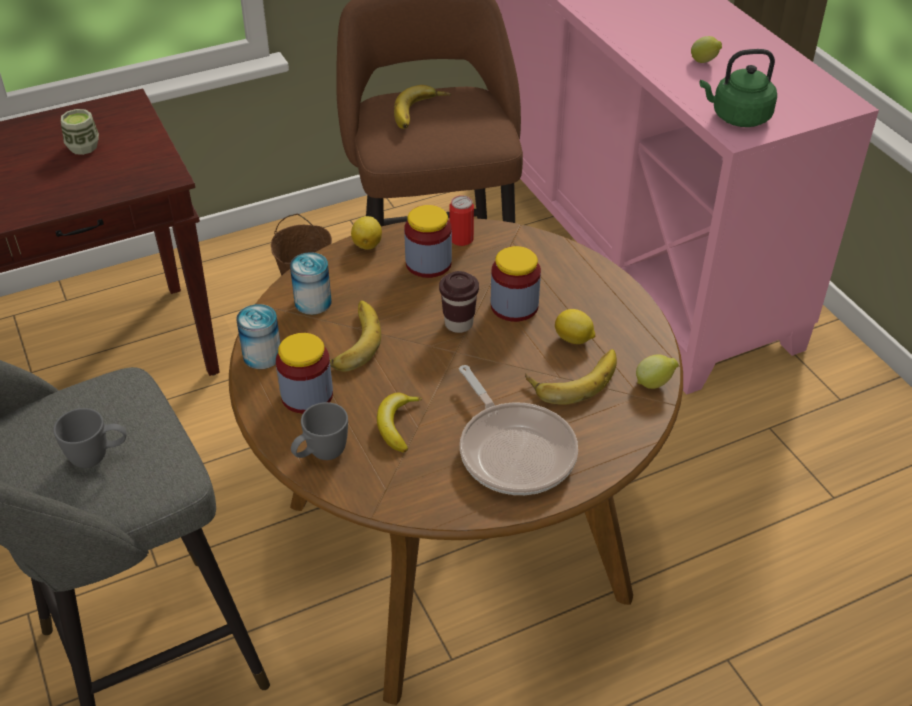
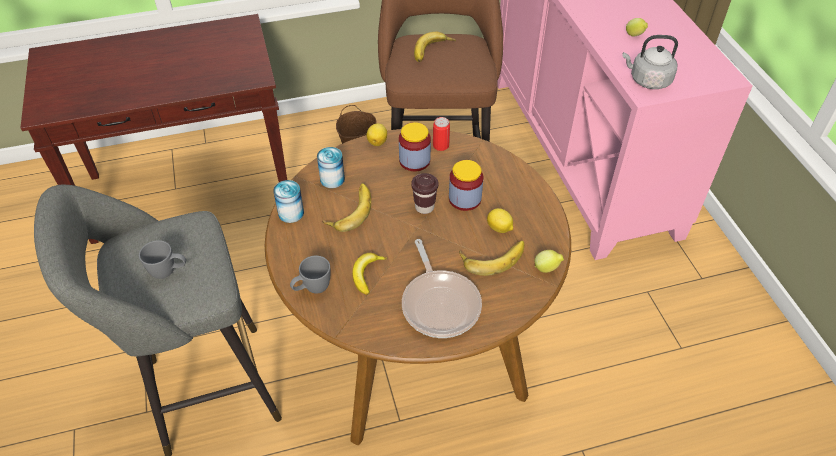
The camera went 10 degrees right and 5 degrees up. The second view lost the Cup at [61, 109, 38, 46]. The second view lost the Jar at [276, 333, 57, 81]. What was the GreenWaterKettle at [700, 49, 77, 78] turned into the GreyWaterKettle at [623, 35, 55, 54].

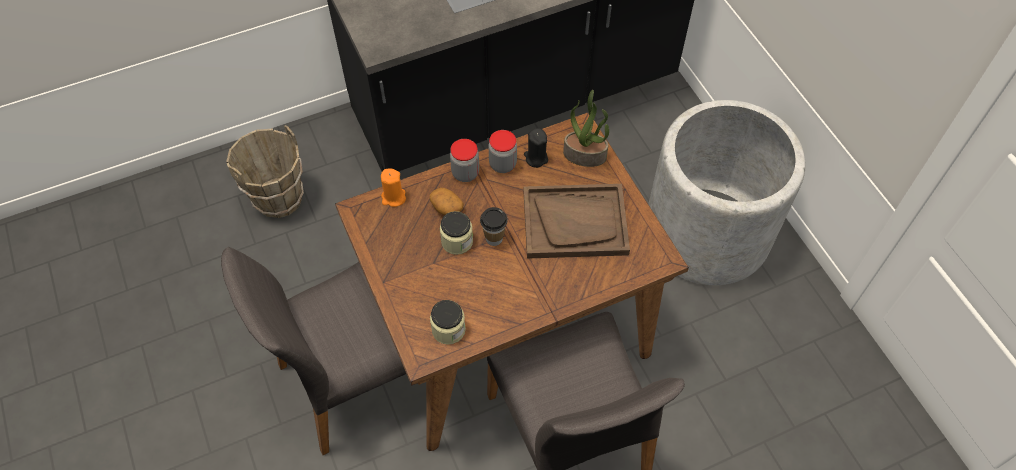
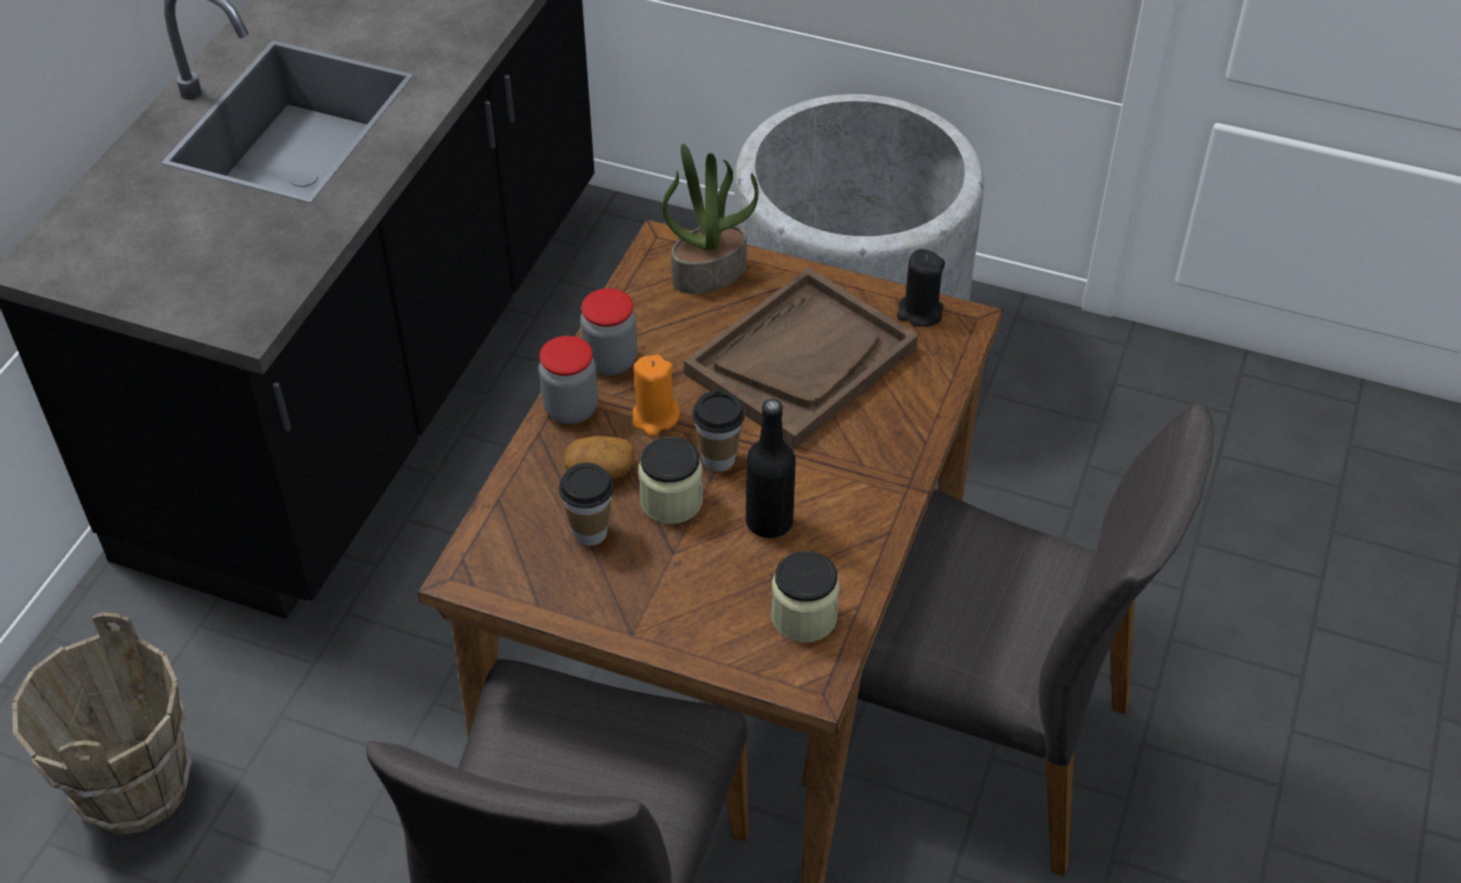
The camera went 45 degrees left and 10 degrees down. The second view gained the Cup at [559, 463, 55, 83]. The second view gained the BlackColouredBottle at [746, 399, 50, 139]. The OrangeCandle ended up elsewhere, having gone from [381, 168, 25, 39] to [632, 354, 48, 82]. The BlackColouredCandle ended up elsewhere, having gone from [524, 128, 24, 40] to [897, 249, 48, 78].

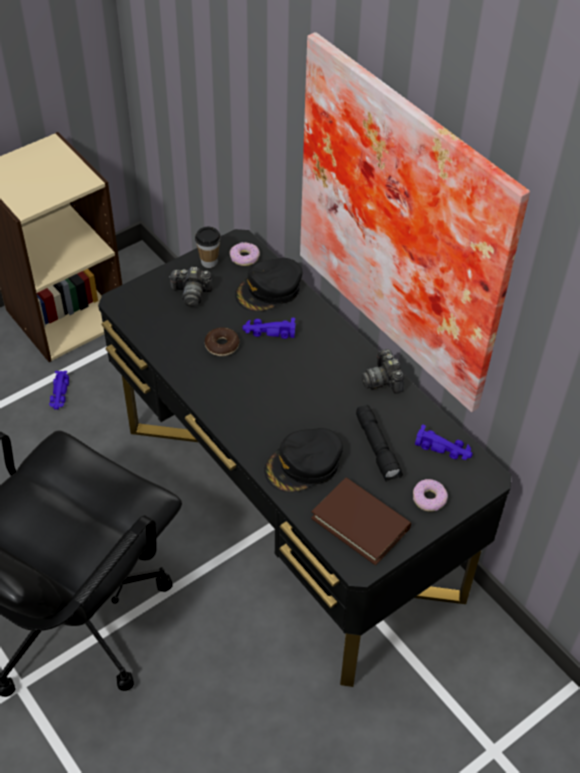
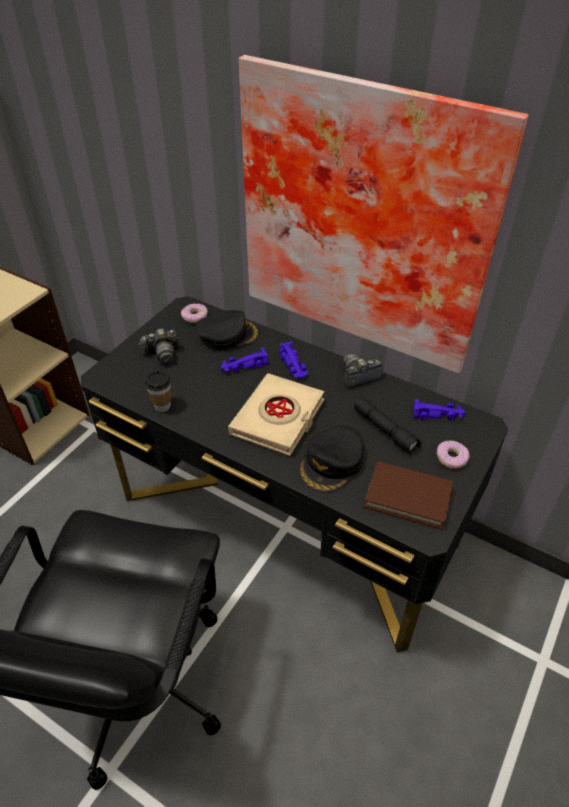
The camera went 20 degrees left and 5 degrees down. The second view lost the RingDoughnut at [205, 327, 34, 29]. The second view gained the SandColouredBook at [228, 373, 96, 83]. The PurpleColouredModelCar ended up elsewhere, having gone from [49, 371, 20, 39] to [279, 341, 29, 38]. The Cup ended up elsewhere, having gone from [195, 227, 26, 41] to [144, 370, 27, 42]. The BlackColouredCap at [235, 258, 68, 54] ended up facing another way, 135 degrees counterclockwise from before. The PhotoCamera at [362, 349, 42, 45] ended up facing another way, 105 degrees clockwise from before.

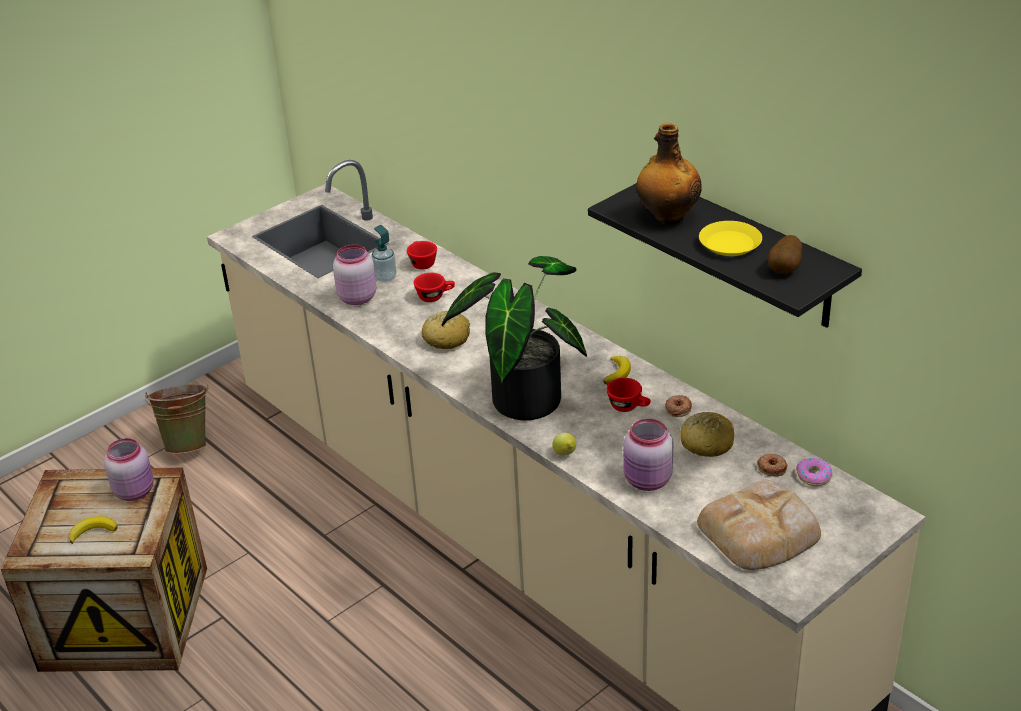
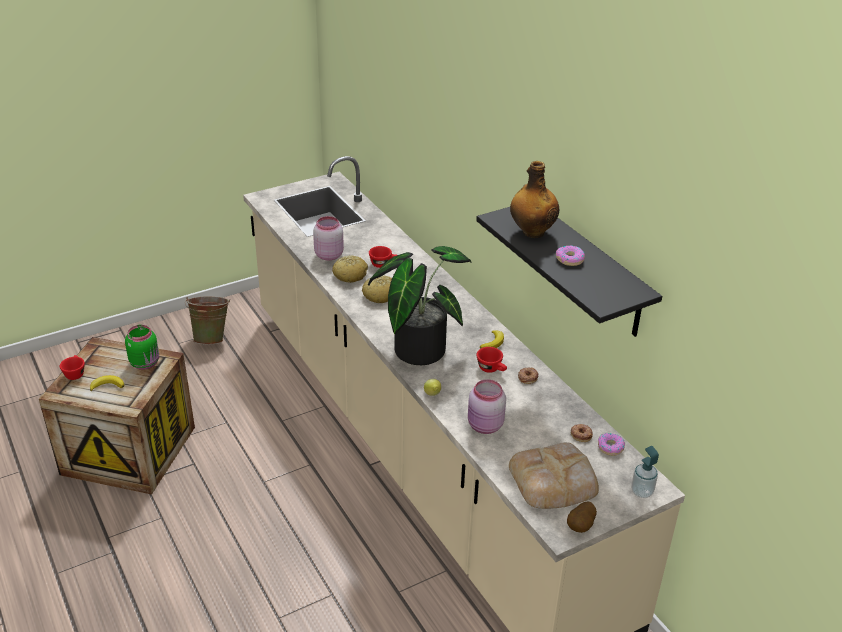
The camera went 10 degrees right and 0 degrees up. The SoapBottle ended up elsewhere, having gone from [371, 225, 26, 57] to [631, 446, 28, 52]. The ReddishCup ended up elsewhere, having gone from [407, 241, 30, 28] to [60, 355, 25, 25]. The Bread ended up elsewhere, having gone from [680, 412, 55, 45] to [332, 256, 36, 27]. The Spud ended up elsewhere, having gone from [768, 235, 34, 39] to [567, 501, 30, 32]. Where the YellowDinnerPlate stood at [699, 221, 63, 35], the RingDoughnut came to stand at [556, 245, 29, 21]. What was the PinkishJar at [104, 438, 50, 63] turned into the GreenJar at [125, 325, 34, 45].

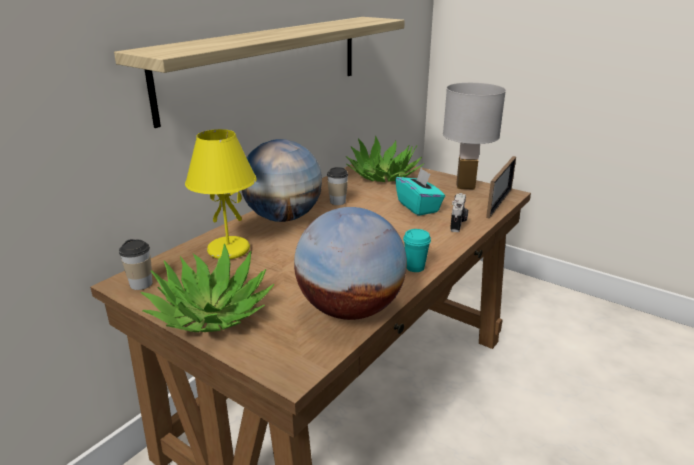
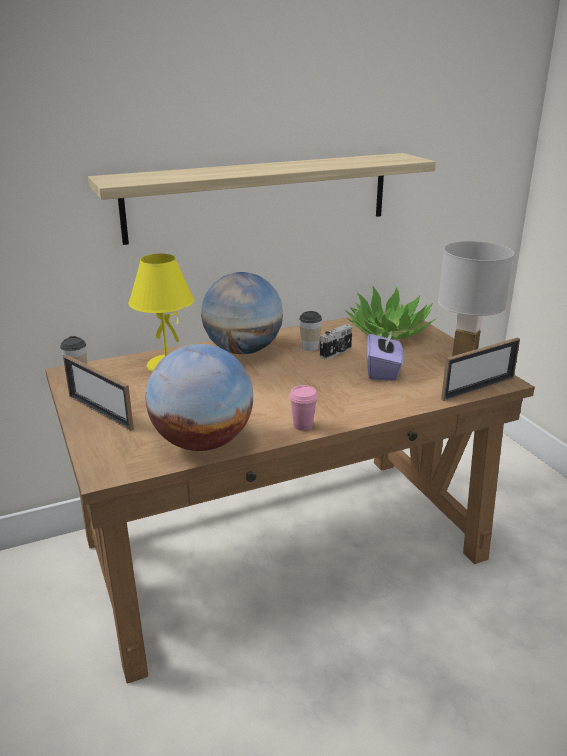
The camera went 30 degrees right and 0 degrees up. The PhotoCamera ended up elsewhere, having gone from [450, 193, 18, 39] to [320, 324, 32, 35]. Where the Houseplant stood at [140, 244, 135, 88], the PictureFrame came to stand at [63, 355, 71, 76]. What was the TurquoiseColouredTissueBox at [395, 168, 50, 48] turned into the PurpleColouredTissueBox at [367, 330, 36, 51]. What was the TurquoiseColouredCup at [403, 229, 28, 43] turned into the PinkishCup at [289, 385, 29, 46].

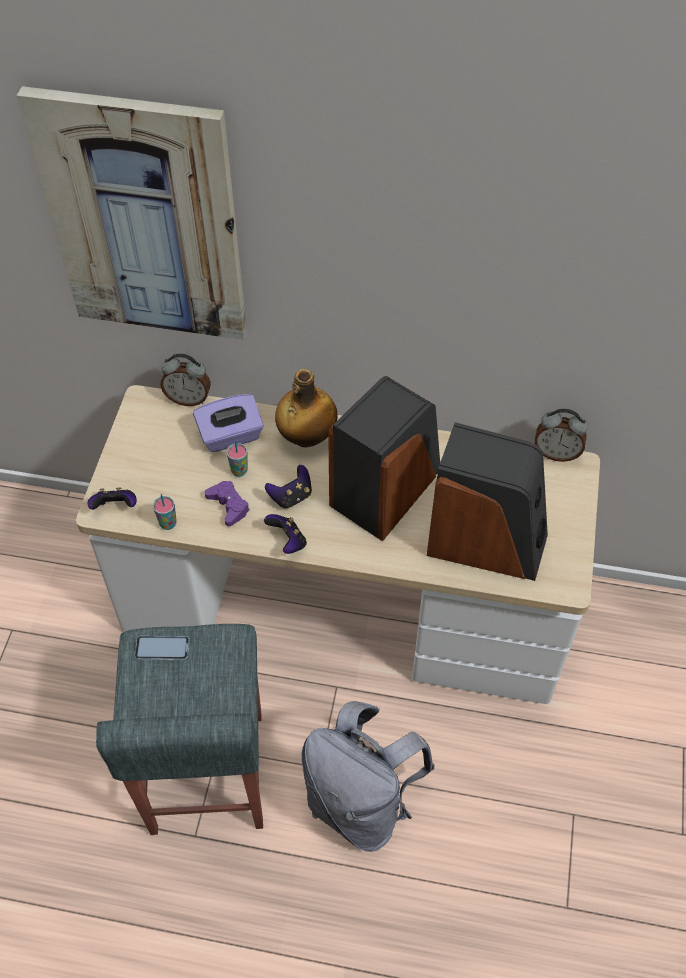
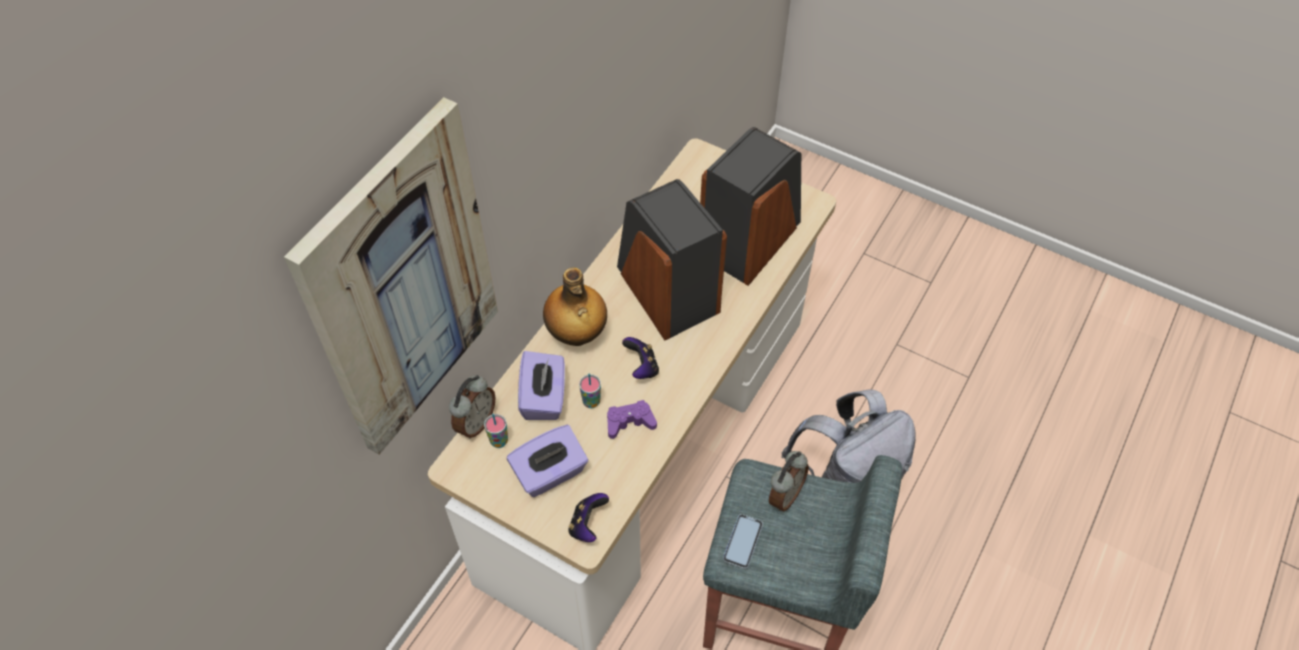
The camera went 70 degrees left and 0 degrees up. The second view lost the Joypad at [264, 514, 43, 40]. The second view gained the PurpleColouredTissueBox at [507, 425, 81, 72]. The Cup ended up elsewhere, having gone from [153, 494, 24, 36] to [484, 414, 24, 34]. The TableClock ended up elsewhere, having gone from [535, 409, 53, 53] to [769, 451, 40, 61].

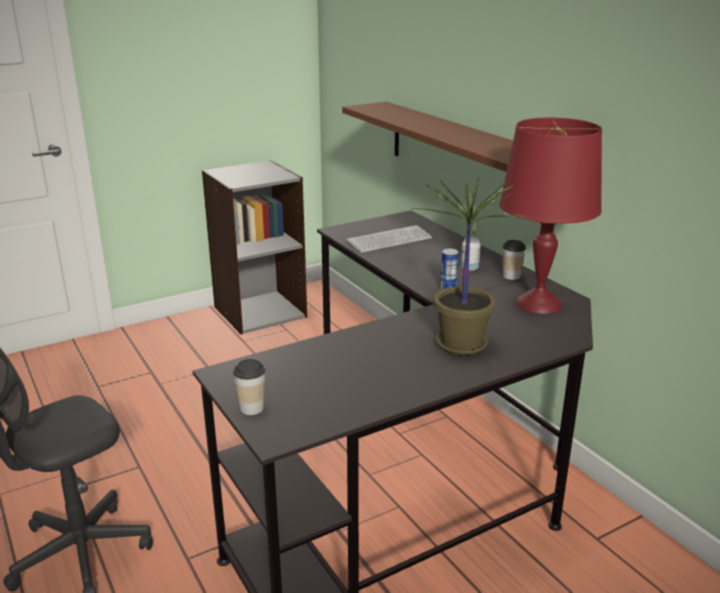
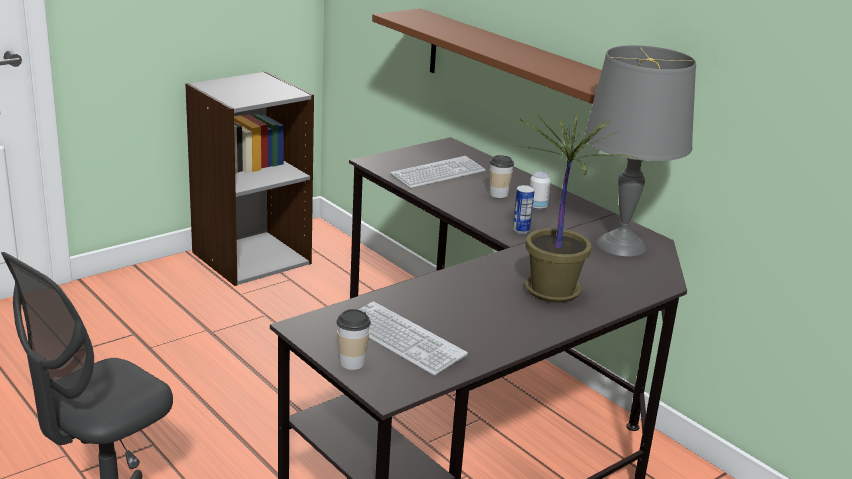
The camera went 10 degrees left and 0 degrees up. The second view gained the Keyboard at [359, 302, 109, 74]. The Cup ended up elsewhere, having gone from [503, 240, 23, 40] to [490, 155, 24, 43]. What was the ReddishLampForATable at [499, 118, 103, 196] turned into the GreyLampForATable at [584, 45, 112, 212].

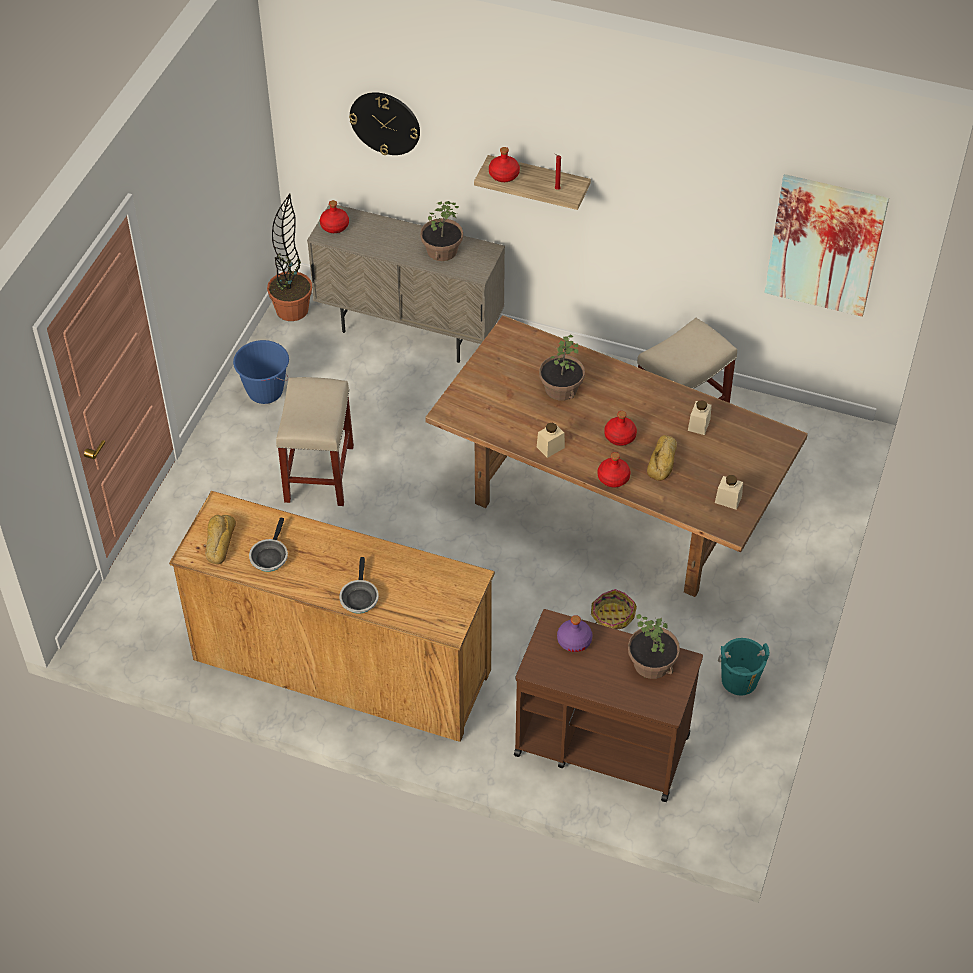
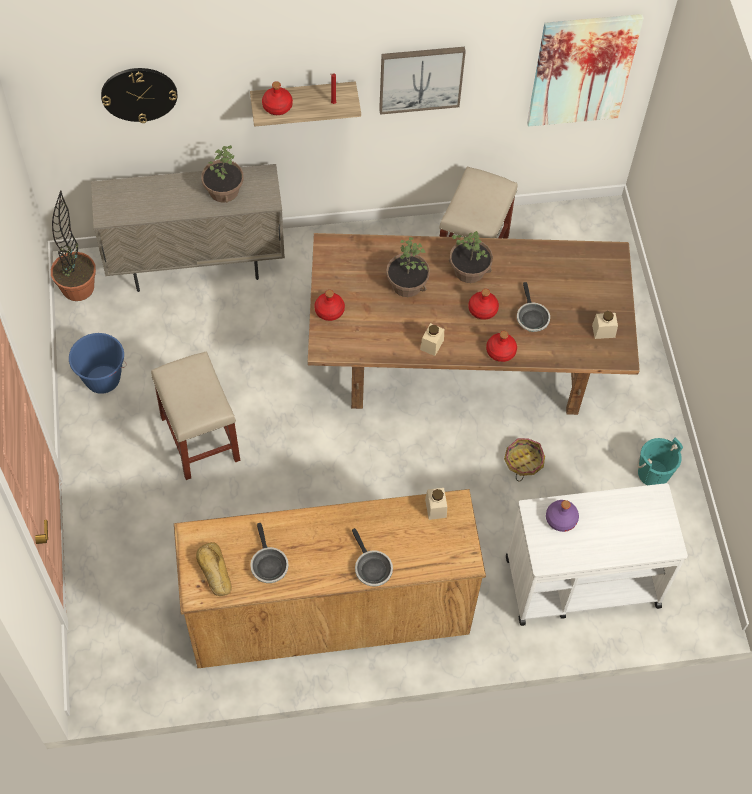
The camera went 30 degrees left and 10 degrees up. The second view gained the WallPicture at [379, 47, 87, 68]. The ReddishBottle ended up elsewhere, having gone from [320, 200, 29, 33] to [314, 290, 31, 31]. The Houseplant ended up elsewhere, having gone from [628, 614, 52, 65] to [449, 231, 44, 52]. The SandColouredJar ended up elsewhere, having gone from [688, 400, 24, 35] to [425, 488, 22, 32]. Where the Bread stood at [647, 435, 30, 46], the Pan came to stand at [517, 282, 33, 50]. What was the BrownishWheeledCart at [514, 609, 189, 193] turned into the WhiteWheeledCart at [506, 483, 182, 143].

